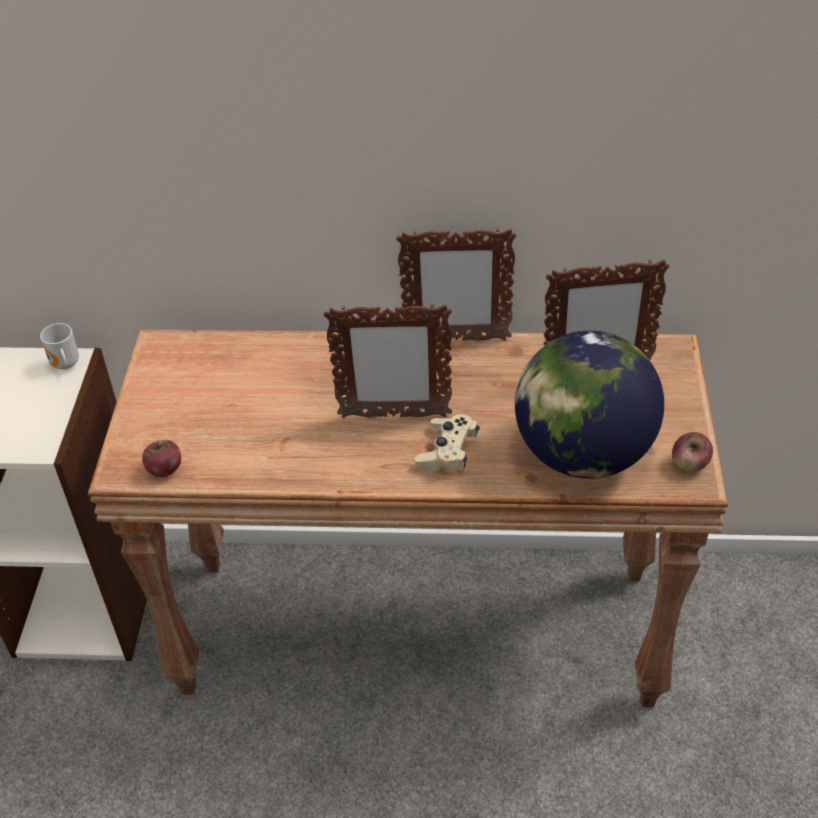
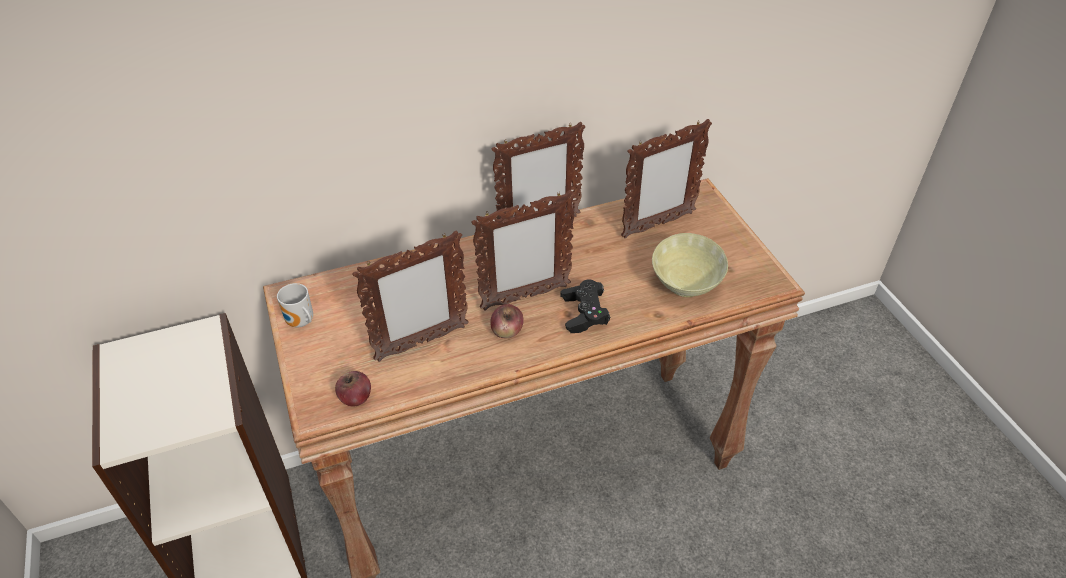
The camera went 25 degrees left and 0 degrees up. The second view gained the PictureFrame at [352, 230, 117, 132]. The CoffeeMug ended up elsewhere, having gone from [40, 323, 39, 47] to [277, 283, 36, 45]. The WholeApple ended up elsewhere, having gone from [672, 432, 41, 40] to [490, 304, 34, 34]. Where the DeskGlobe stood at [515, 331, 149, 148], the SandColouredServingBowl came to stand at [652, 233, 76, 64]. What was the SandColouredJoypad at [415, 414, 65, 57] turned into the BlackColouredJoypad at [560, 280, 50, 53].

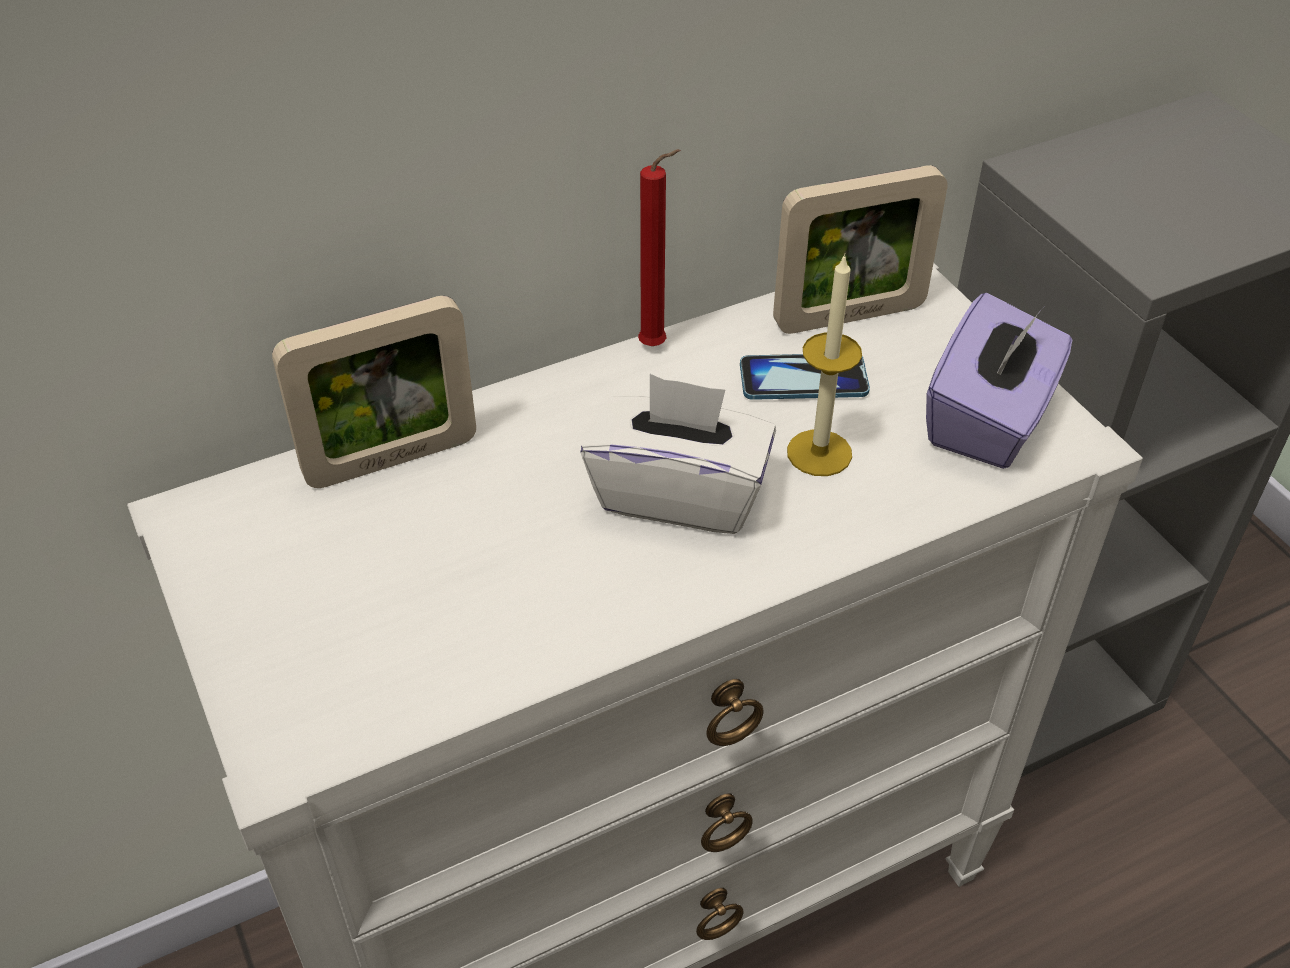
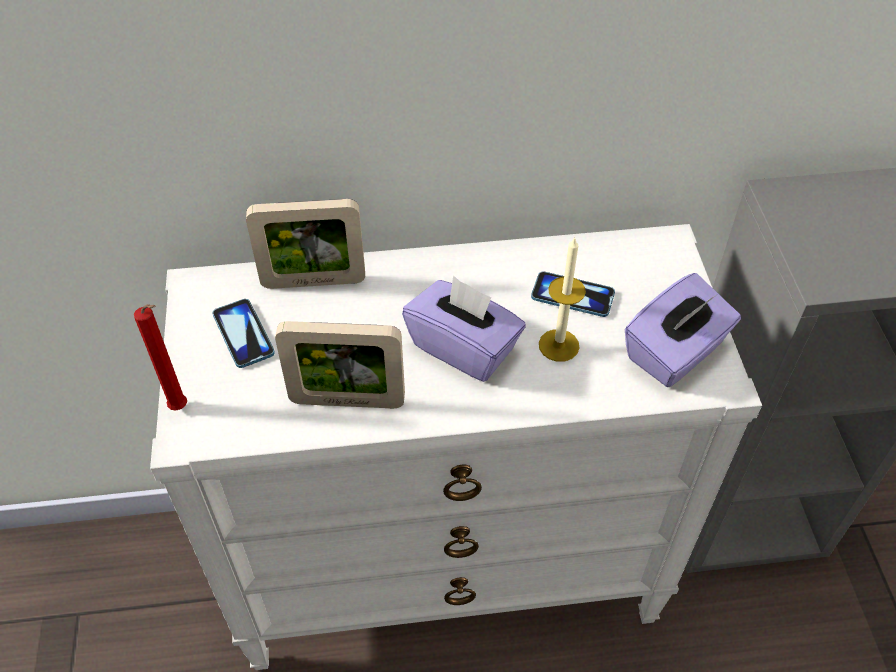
The camera went 20 degrees right and 5 degrees up. The second view gained the Telephone at [212, 299, 63, 69]. The ReddishCandle ended up elsewhere, having gone from [638, 149, 42, 197] to [134, 304, 53, 107]. The PictureFrame ended up elsewhere, having gone from [773, 165, 175, 169] to [275, 321, 130, 87]. What was the WhiteTissueBox at [581, 374, 195, 160] turned into the PurpleColouredTissueBox at [402, 275, 124, 107].

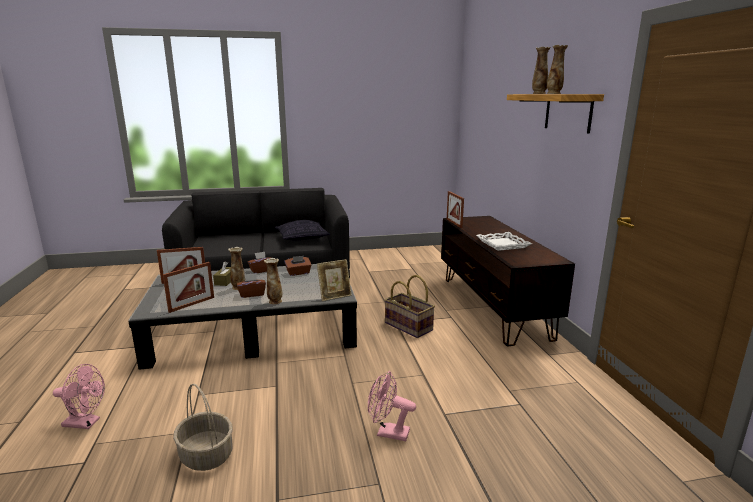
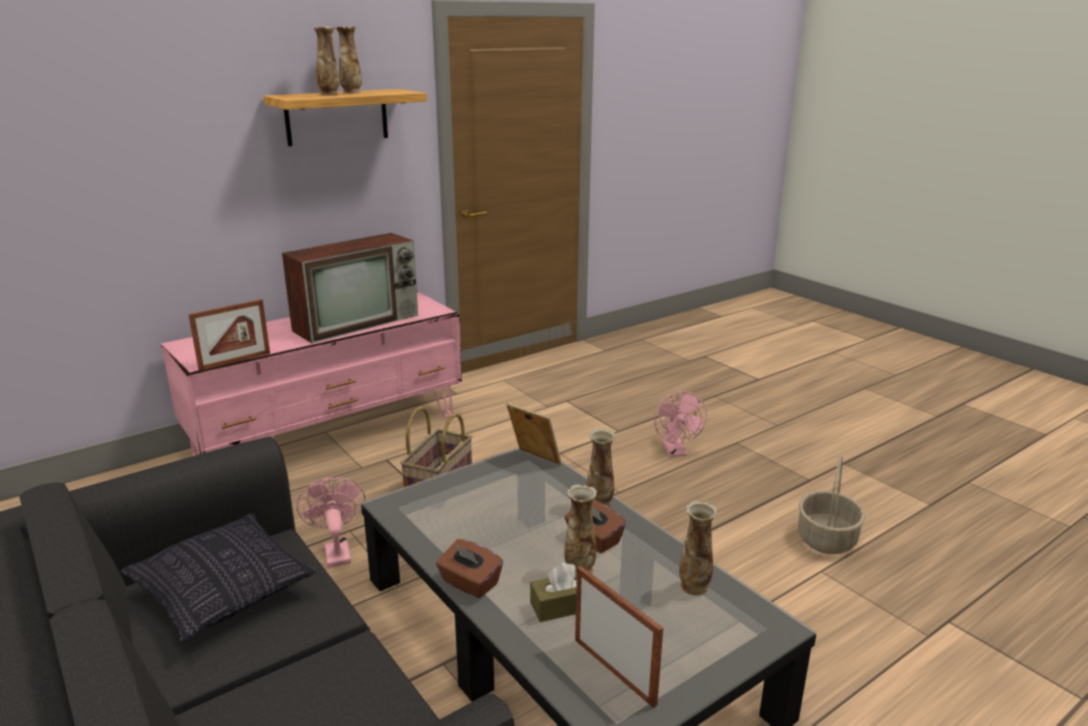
The camera went 115 degrees left and 5 degrees up. The second view lost the BrownishTissueBox at [284, 256, 27, 20]. The PinkishElectricFan ended up elsewhere, having gone from [53, 364, 52, 65] to [297, 477, 68, 91]. Where the PictureFrame stood at [163, 262, 51, 51], the Vase came to stand at [679, 501, 38, 95]. Where the WhiteTray stood at [476, 232, 56, 19], the Television came to stand at [282, 233, 136, 110]. What was the BrownishTvStand at [441, 216, 134, 130] turned into the PinkishTvStand at [161, 291, 301, 165].

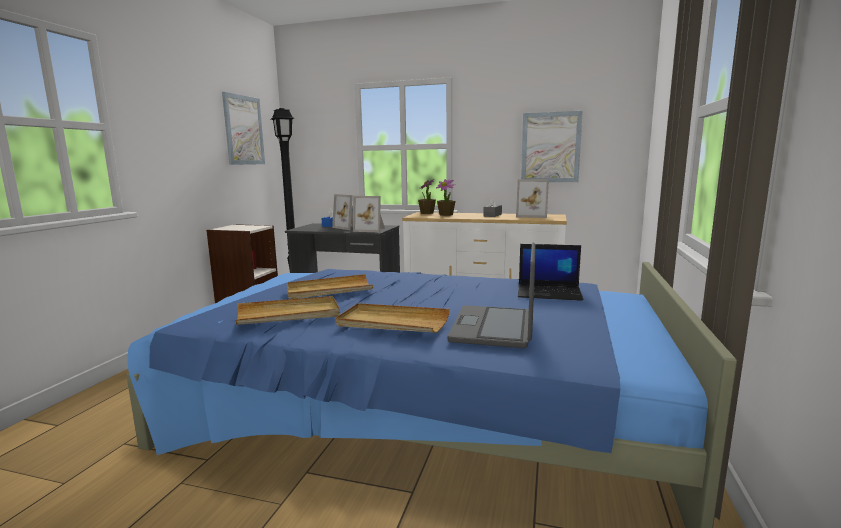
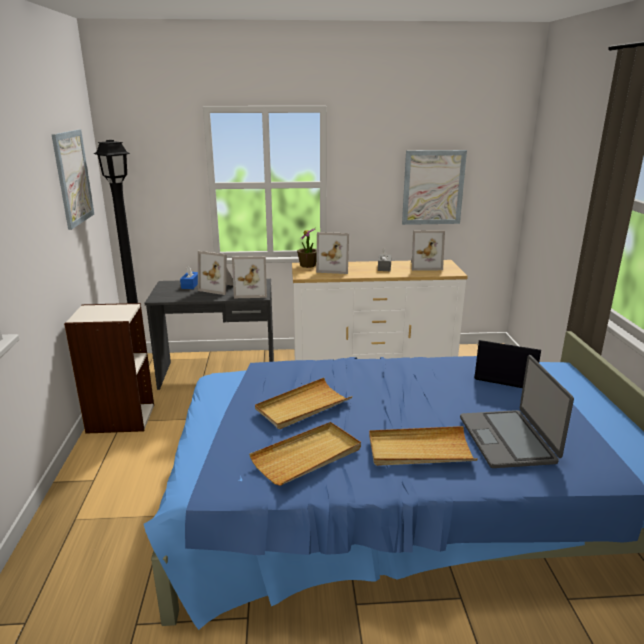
The camera went 20 degrees left and 10 degrees up. Where the Houseplant stood at [436, 179, 20, 37], the PictureFrame came to stand at [316, 232, 33, 42]. The Laptop at [518, 244, 65, 57] ended up facing another way, 150 degrees counterclockwise from before.

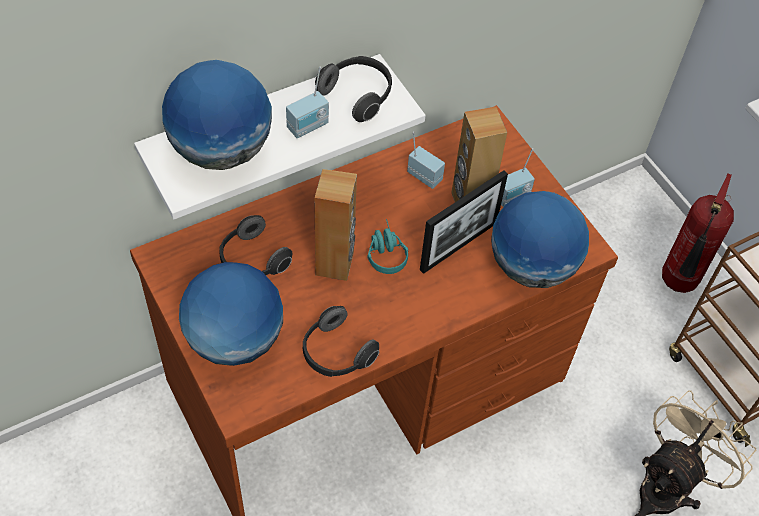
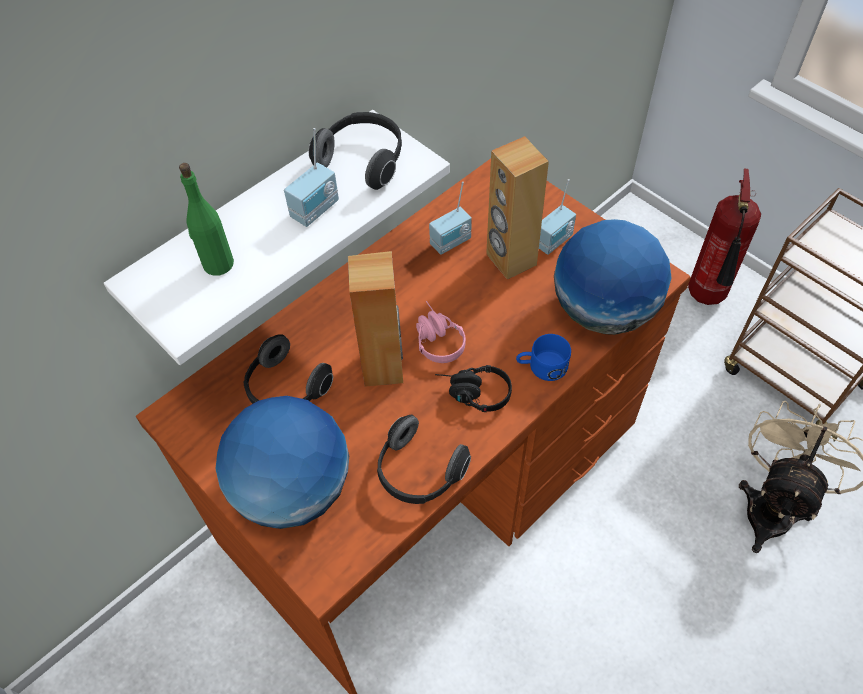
The camera went 10 degrees left and 0 degrees up. The second view lost the PictureFrame at [420, 170, 88, 104]. The second view gained the BlackColouredPairOfHeadphones at [435, 365, 77, 47]. The second view gained the BluishCoffeeMug at [516, 334, 55, 47]. Where the DeskGlobe stood at [162, 60, 110, 110], the GreenBottle came to stand at [179, 163, 55, 113]. What was the TurquoiseColouredPairOfHeadphones at [368, 219, 40, 55] turned into the PinkishPairOfHeadphones at [416, 301, 50, 62]. The Radio at [407, 132, 38, 57] ended up facing another way, 120 degrees clockwise from before.

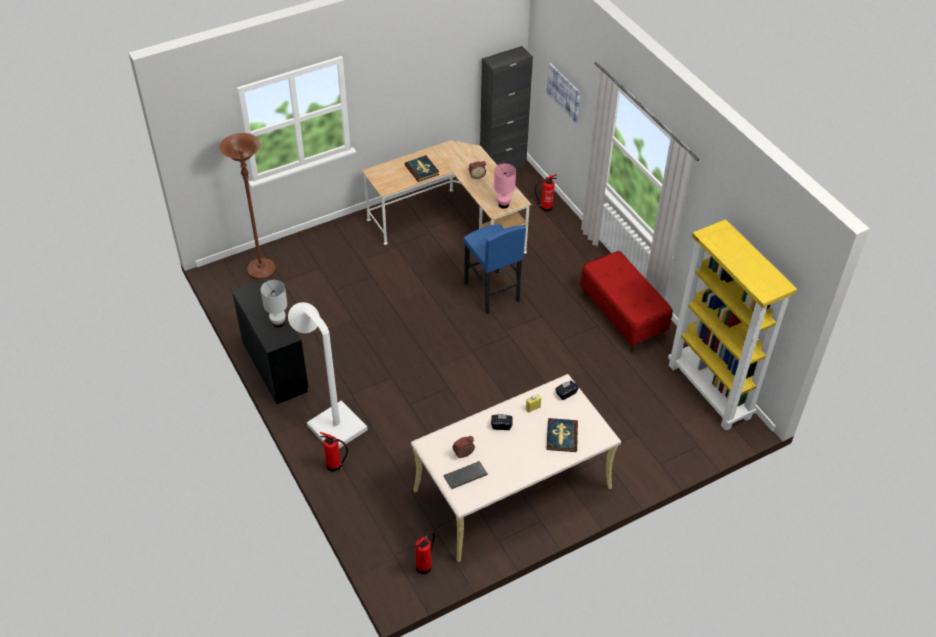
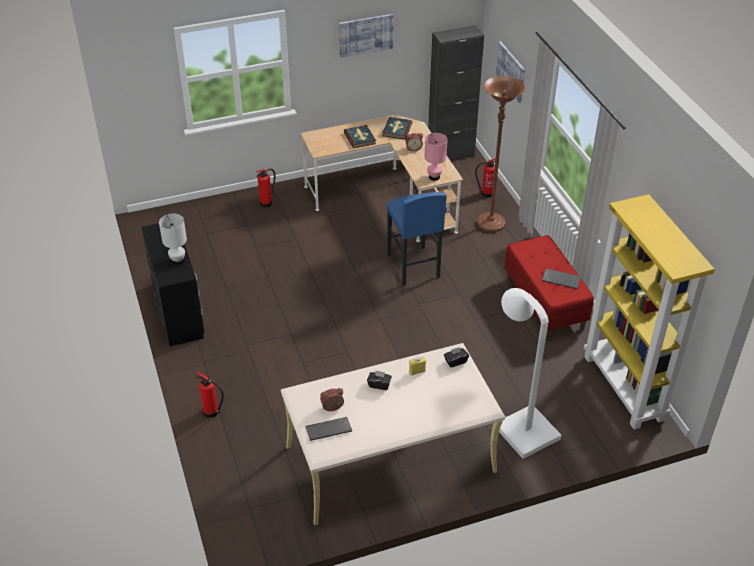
The camera went 10 degrees right and 5 degrees down. The second view gained the WallPicture at [339, 14, 55, 44]. The second view gained the Keyboard at [542, 268, 39, 21]. The BrownishStandingLamp ended up elsewhere, having gone from [220, 133, 56, 147] to [477, 76, 48, 156]. The WhiteStandingLamp ended up elsewhere, having gone from [288, 302, 80, 147] to [499, 288, 63, 171]. The Extinguisher ended up elsewhere, having gone from [415, 532, 20, 42] to [256, 169, 20, 39]. The Book ended up elsewhere, having gone from [546, 418, 32, 34] to [382, 117, 31, 23].

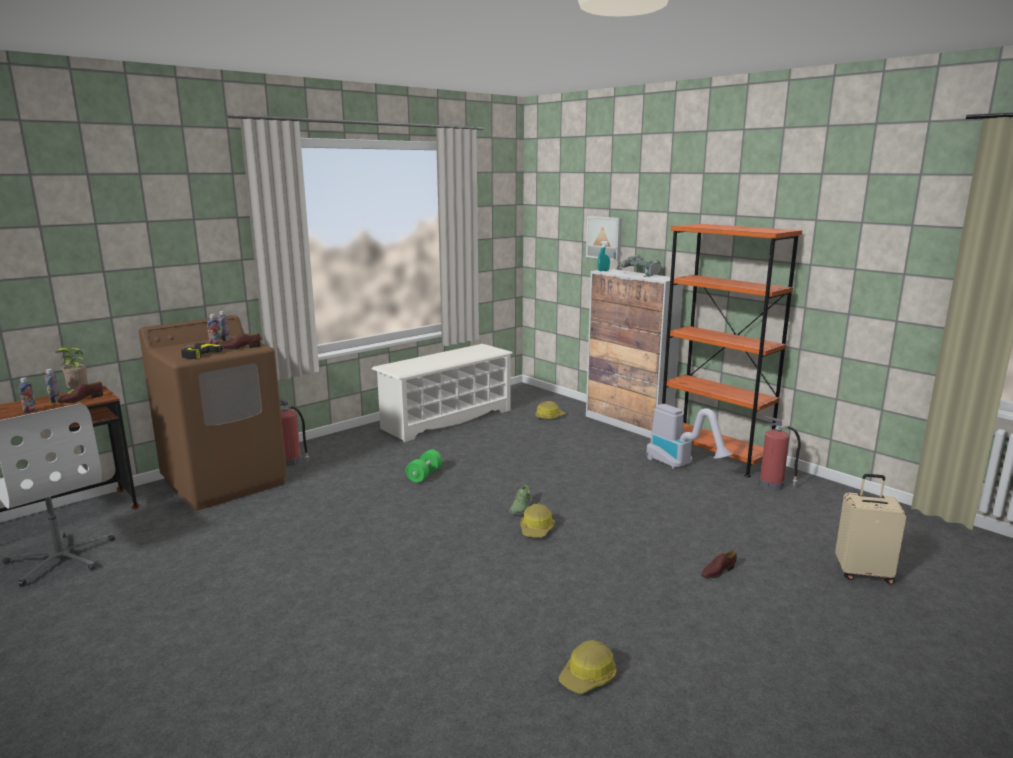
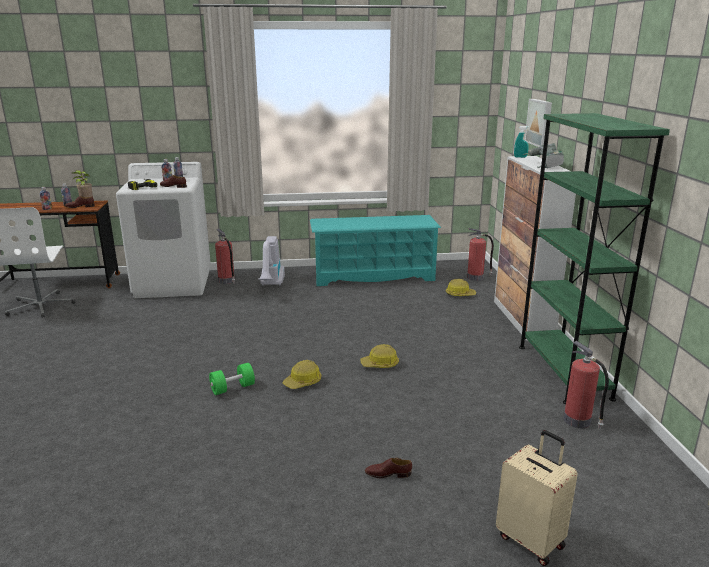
The camera went 35 degrees right and 5 degrees up. The second view lost the LowShoe at [509, 484, 23, 31]. The second view gained the Extinguisher at [467, 228, 27, 53]. The GreenDumbbell ended up elsewhere, having gone from [406, 449, 36, 34] to [209, 363, 46, 32]. The WorkHelmet ended up elsewhere, having gone from [559, 640, 57, 54] to [360, 344, 39, 24]. The VacuumCleaner ended up elsewhere, having gone from [646, 404, 87, 65] to [258, 236, 27, 50]. What was the BrownishLaundryMachine at [139, 315, 148, 196] turned into the WhiteLaundryMachine at [116, 162, 95, 136]. What was the WhiteShoeRack at [372, 344, 141, 98] turned into the TurquoiseColouredShoeRack at [310, 215, 131, 71]. What was the OrangeBookshelf at [662, 224, 140, 253] turned into the GreenBookshelf at [519, 113, 151, 291].

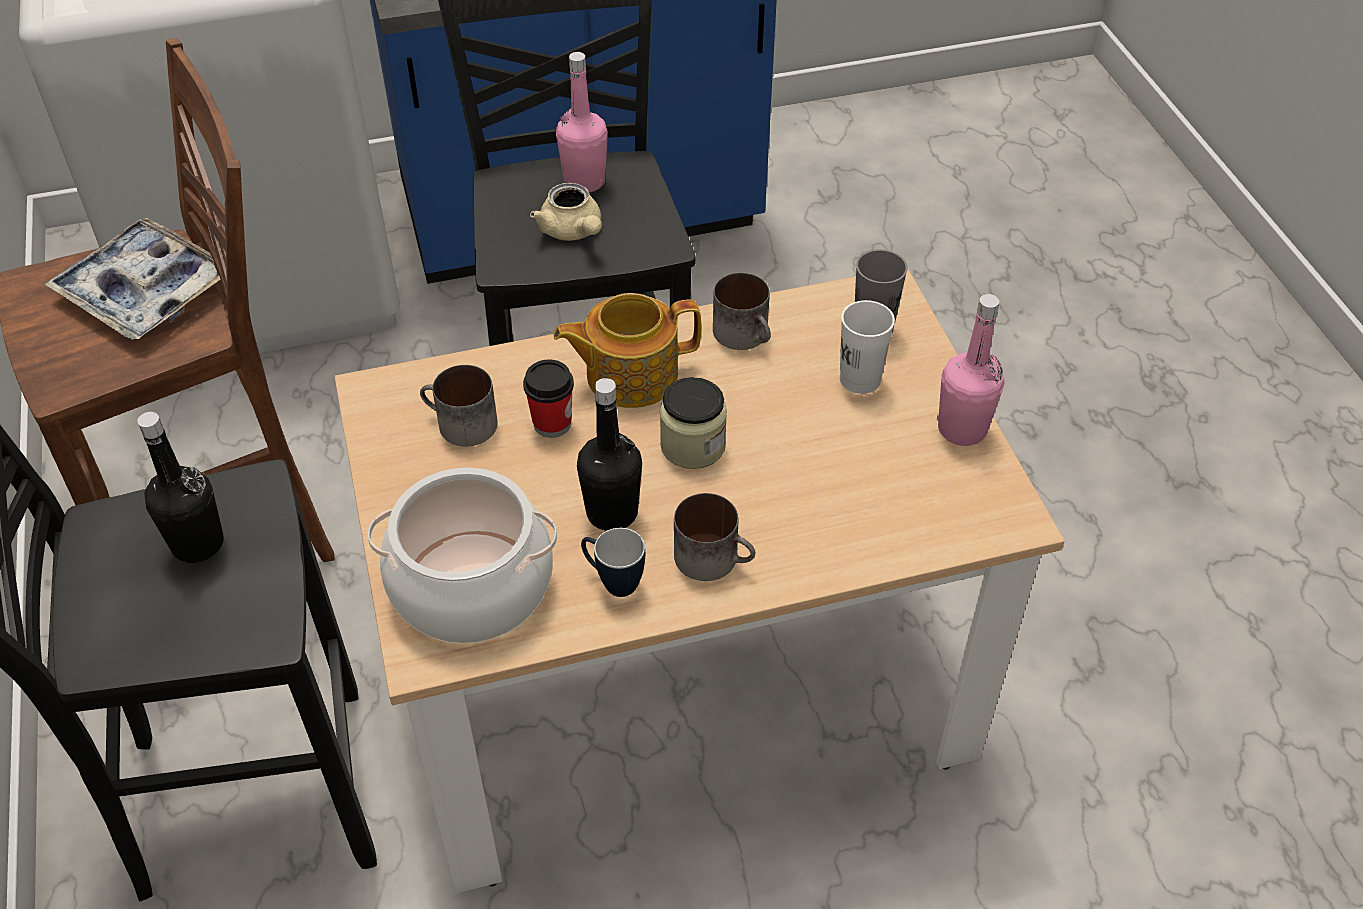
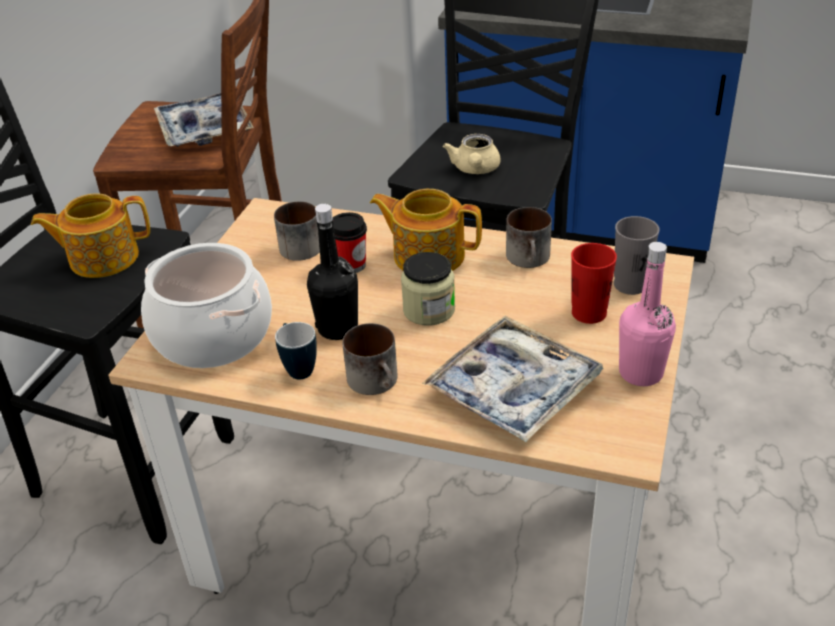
The camera went 35 degrees right and 10 degrees down. The second view lost the PinkishBottle at [556, 52, 52, 141]. The second view gained the Tray at [422, 316, 181, 126]. Where the BlackColouredBottle stood at [137, 412, 87, 151], the PotForTea came to stand at [31, 193, 119, 85]. What was the WhiteCup at [840, 300, 55, 94] turned into the ReddishCup at [571, 243, 46, 81].

